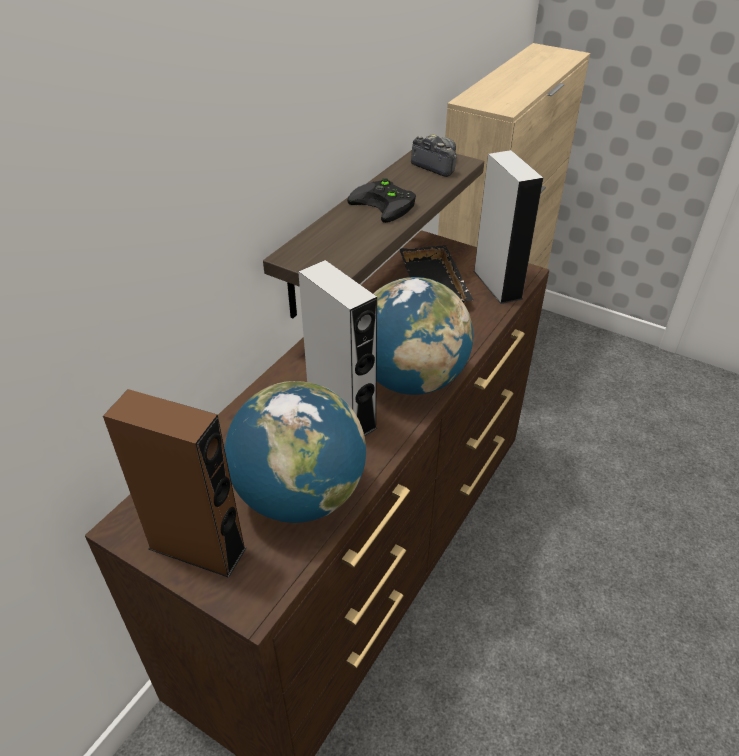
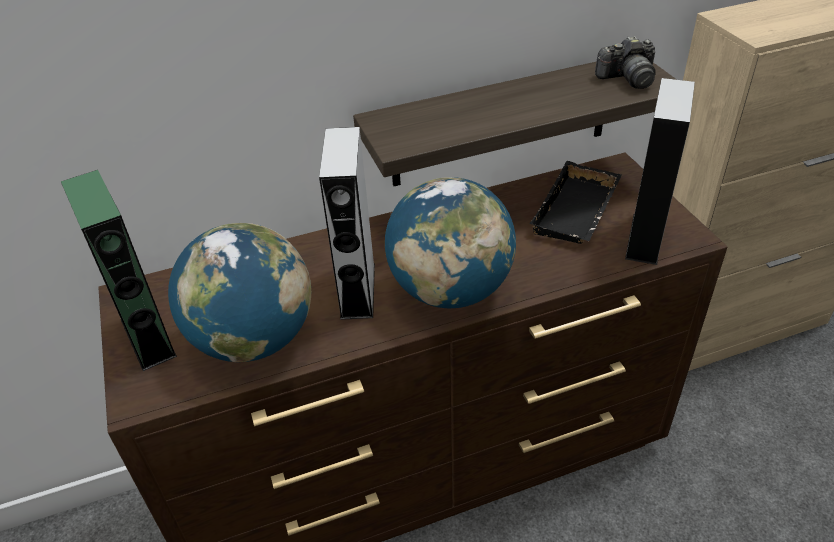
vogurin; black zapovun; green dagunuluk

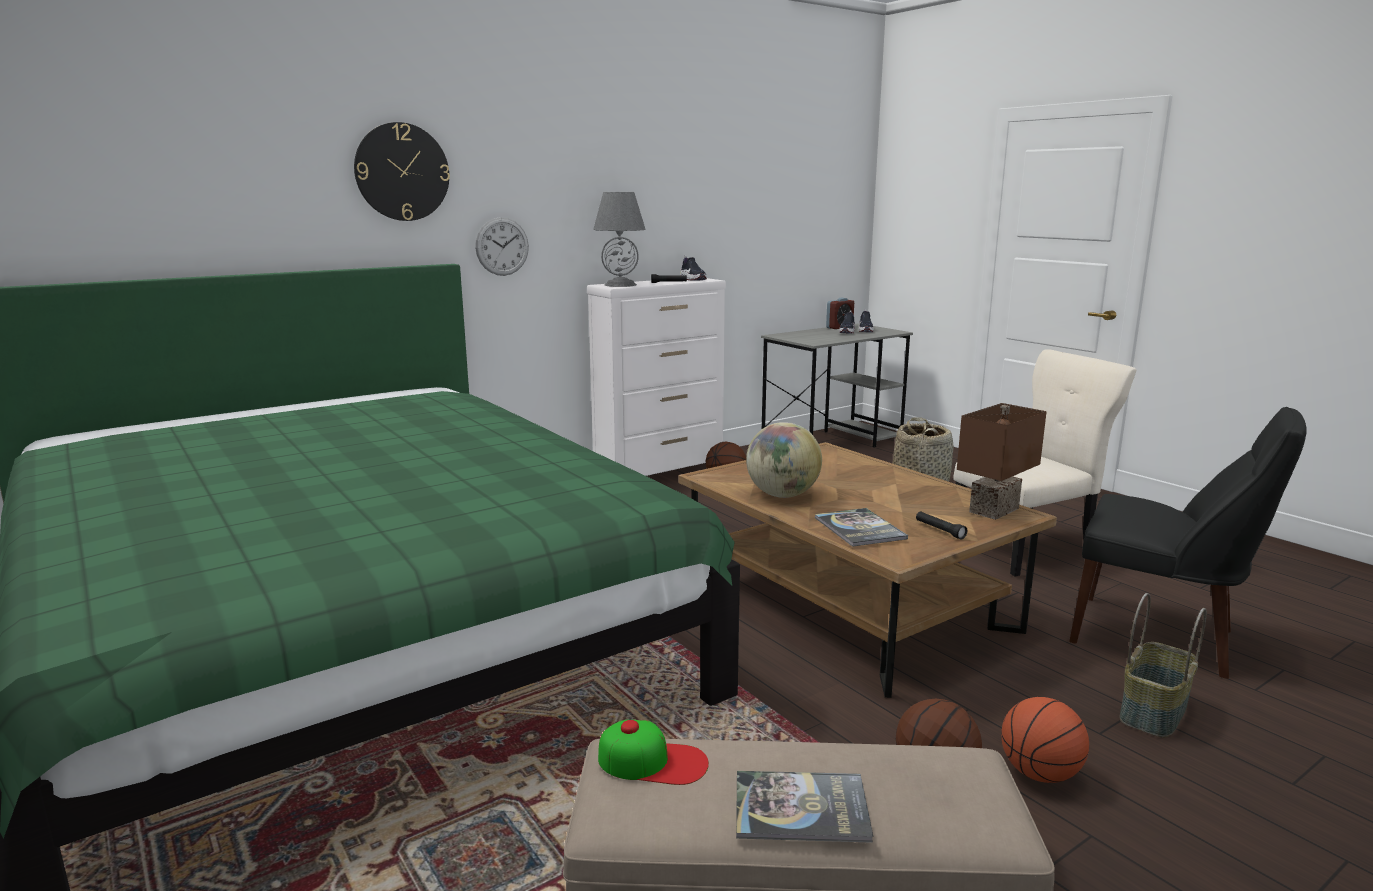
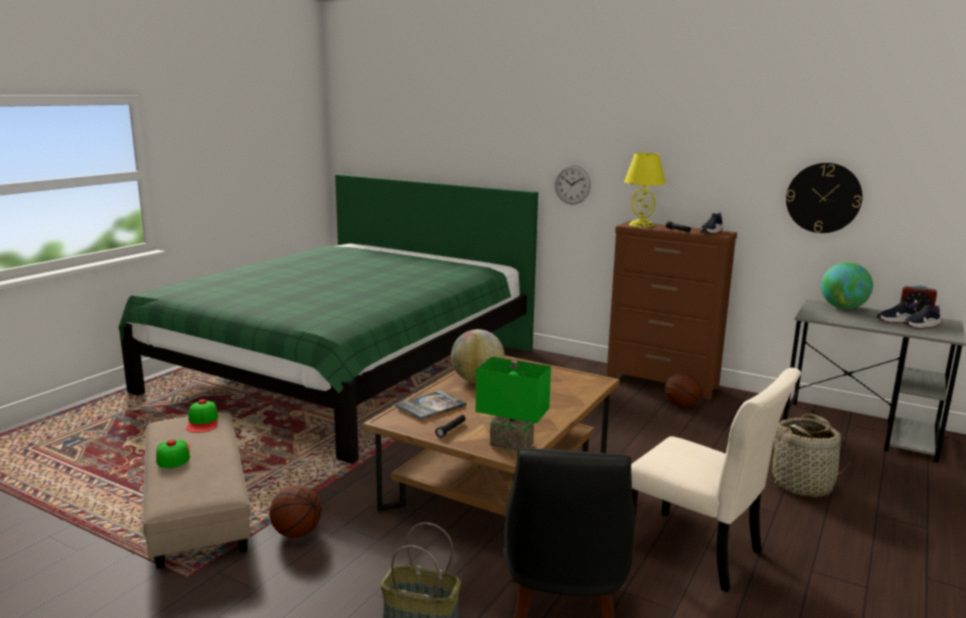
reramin (no. 2 from left); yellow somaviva; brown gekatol; green somaviva; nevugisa (no. 3 from left in the first image); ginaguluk (no. 1 from left); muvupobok (no. 2 from left)

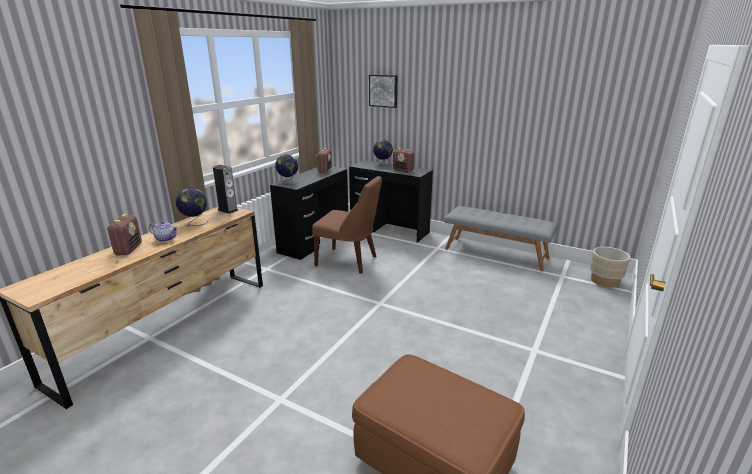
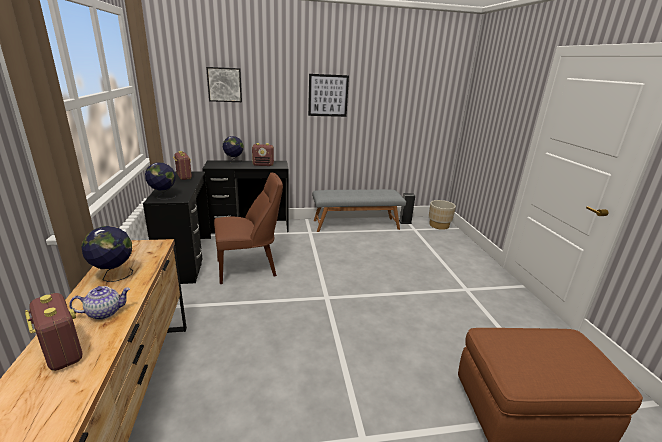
dagunuluk; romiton (no. 2 from left)

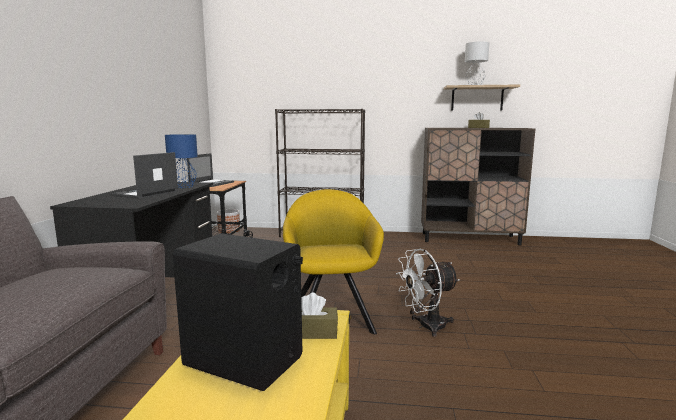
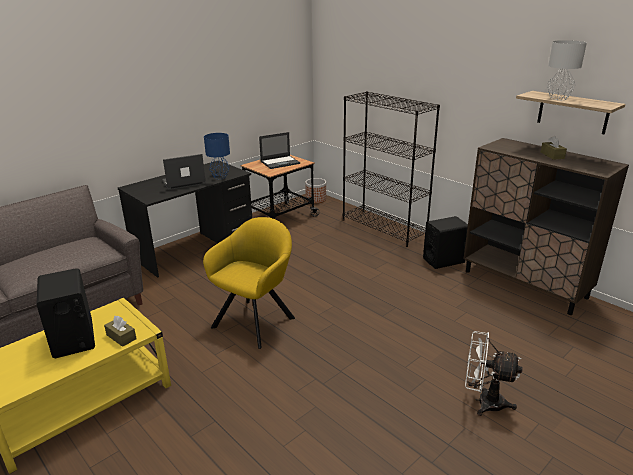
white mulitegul; black dagunuluk (no. 2 from left)

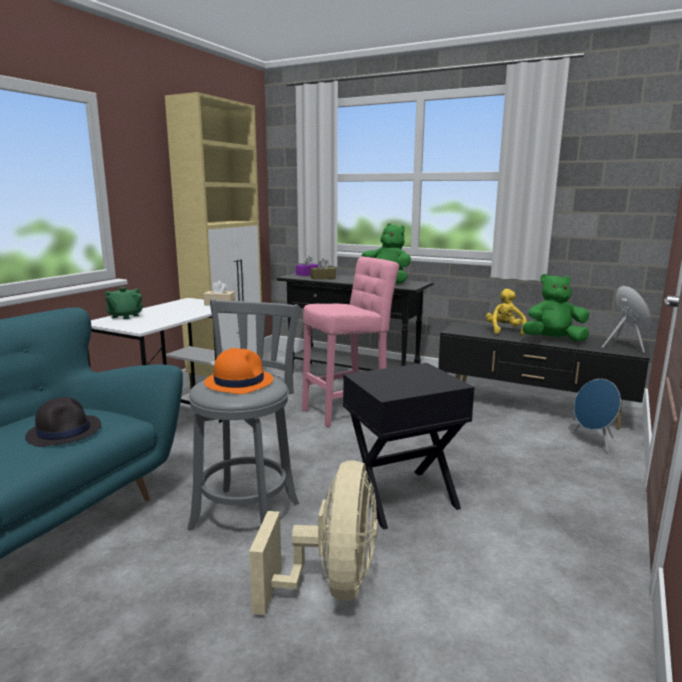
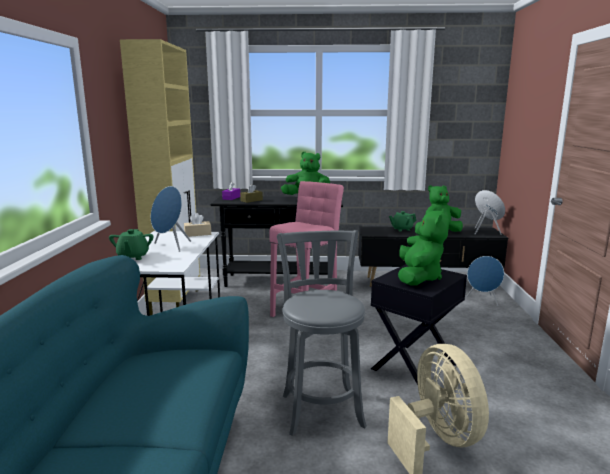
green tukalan (no. 2 from left); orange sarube; black sarube; blue dagunuluk (no. 1 from left); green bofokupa (no. 2 from left)

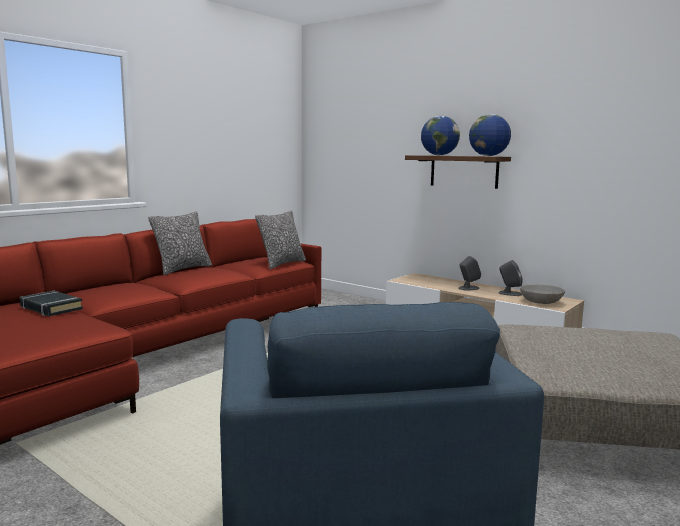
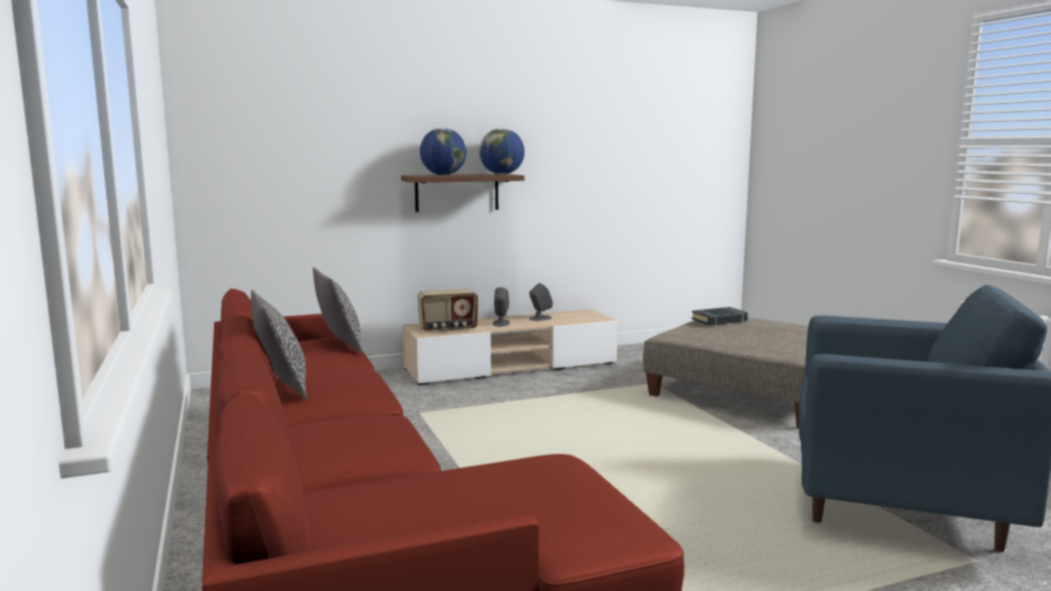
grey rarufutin; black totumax; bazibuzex

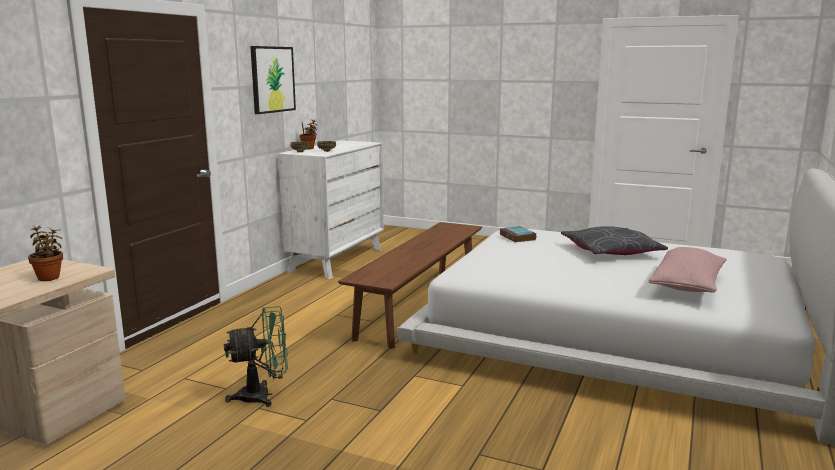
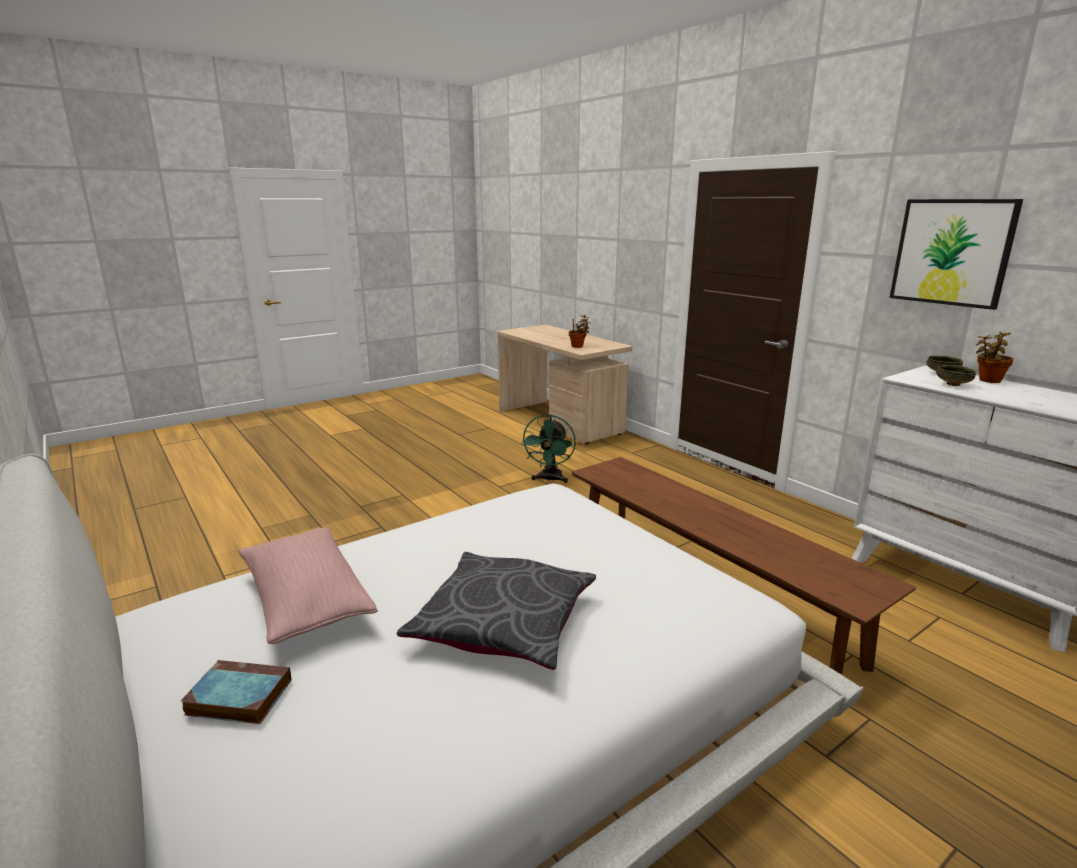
totumax

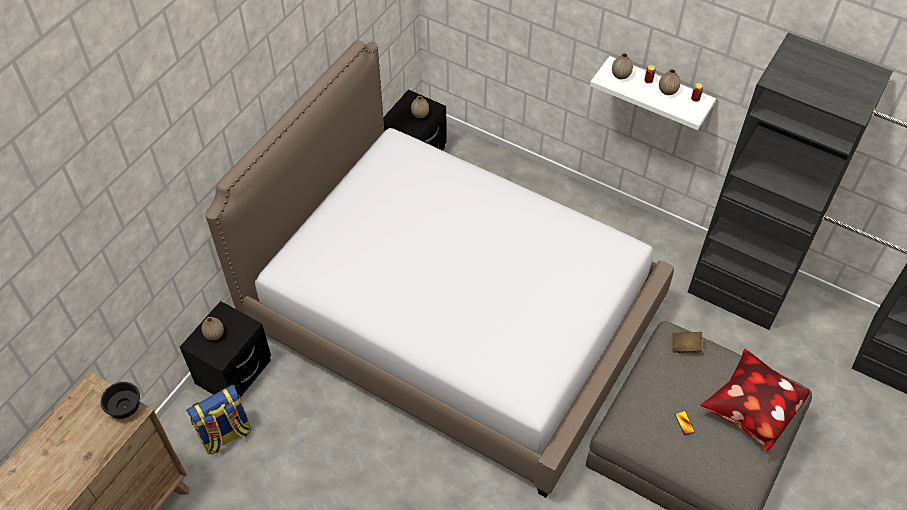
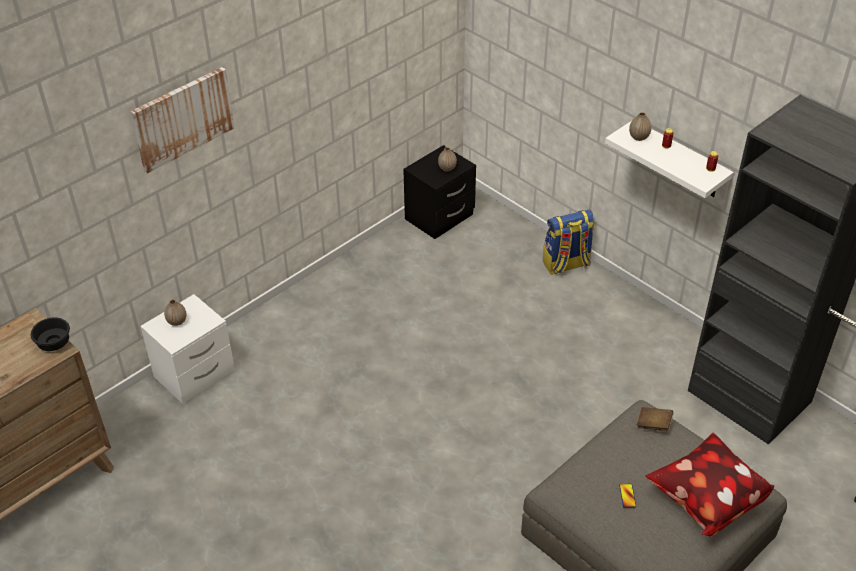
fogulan; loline (no. 4 from left in the first image); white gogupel; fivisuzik; romiton

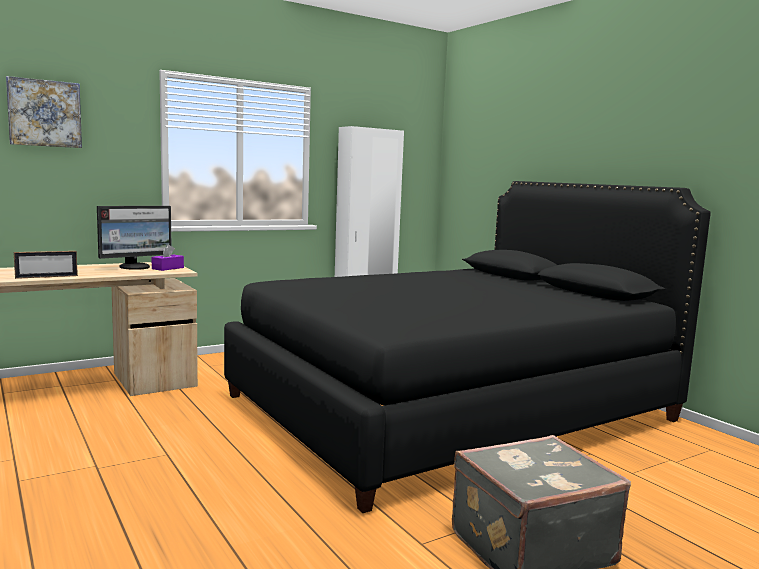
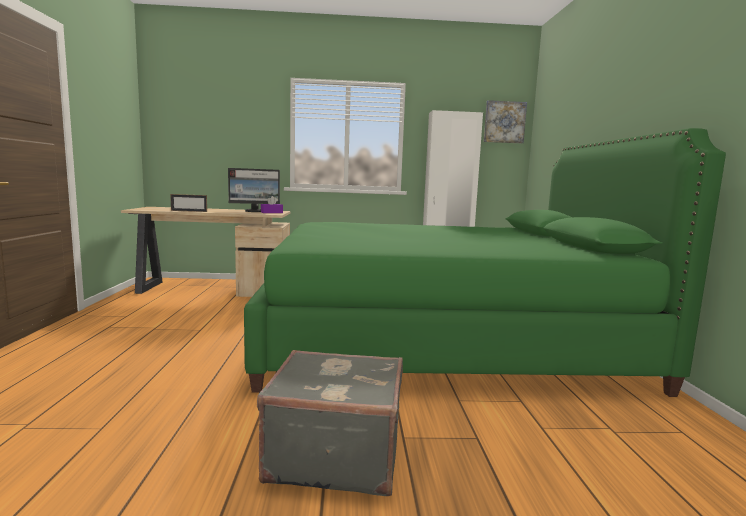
romiton; green fogulan

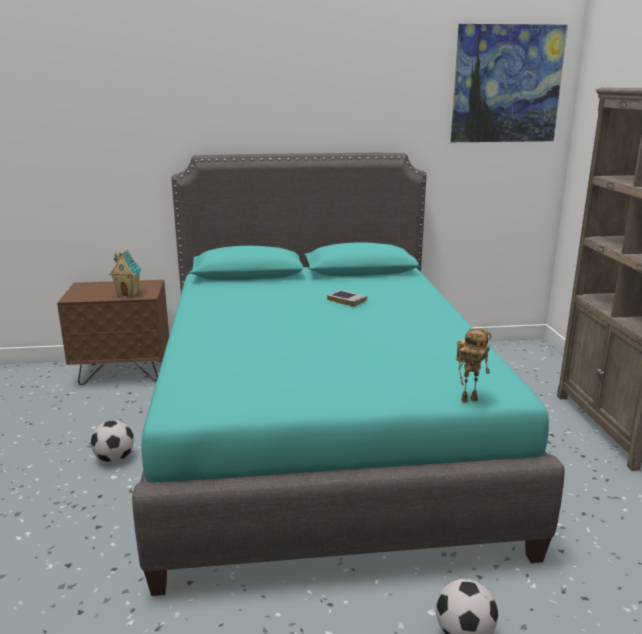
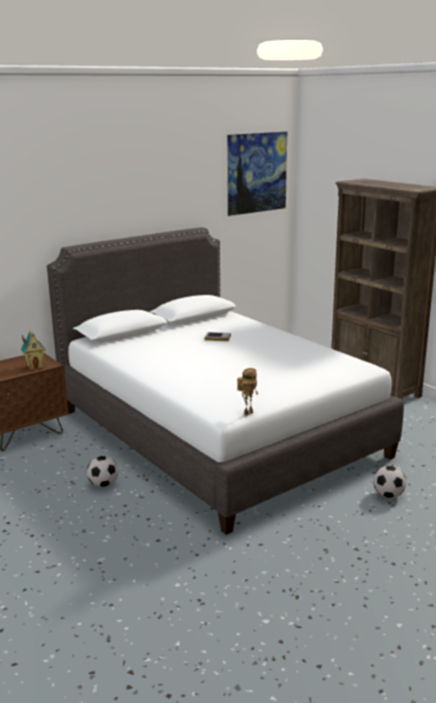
white fogulan; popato

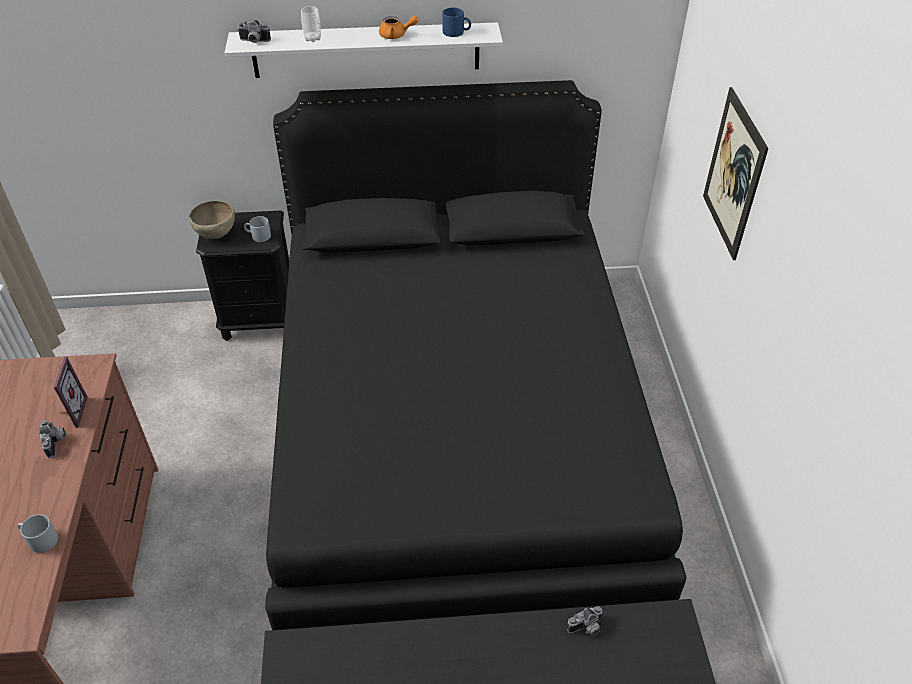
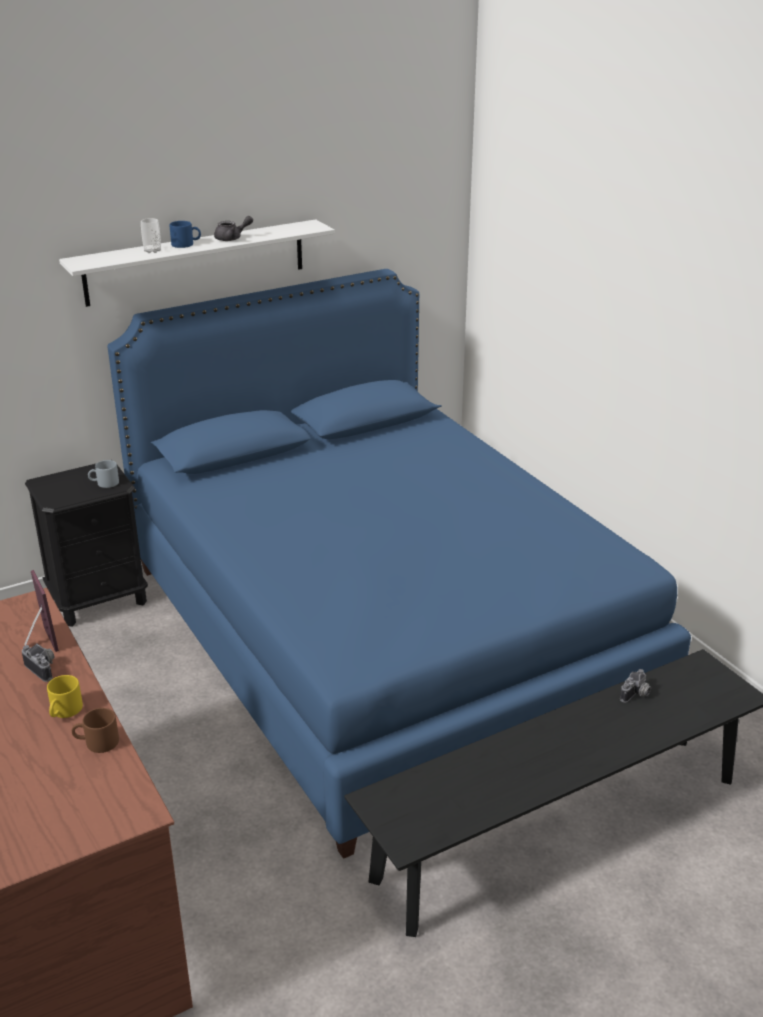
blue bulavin; grey tukalan; vogurin (no. 2 from left in the first image); blue fogulan; romiton; brown rarufutin; brown bulavin; yellow bulavin

